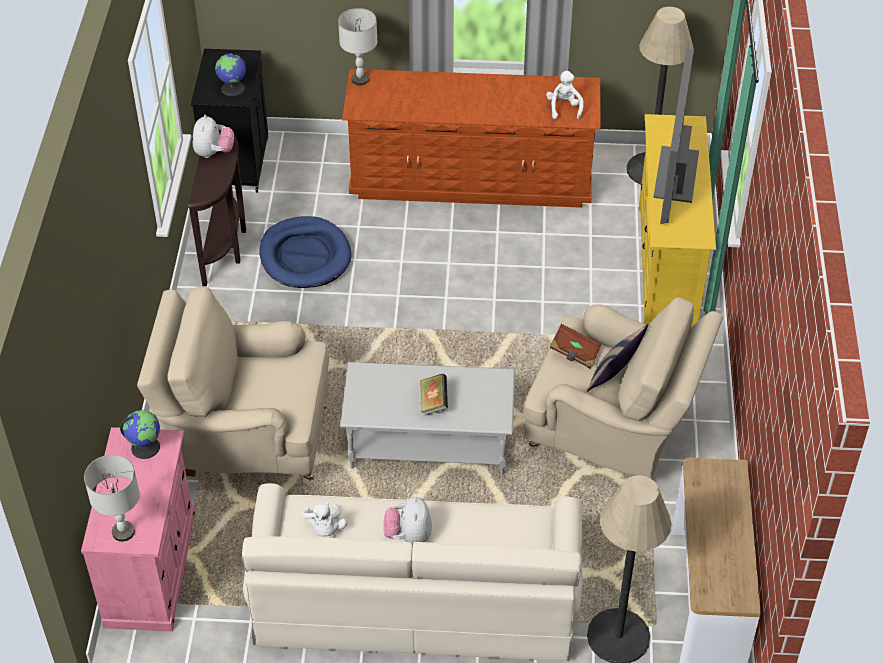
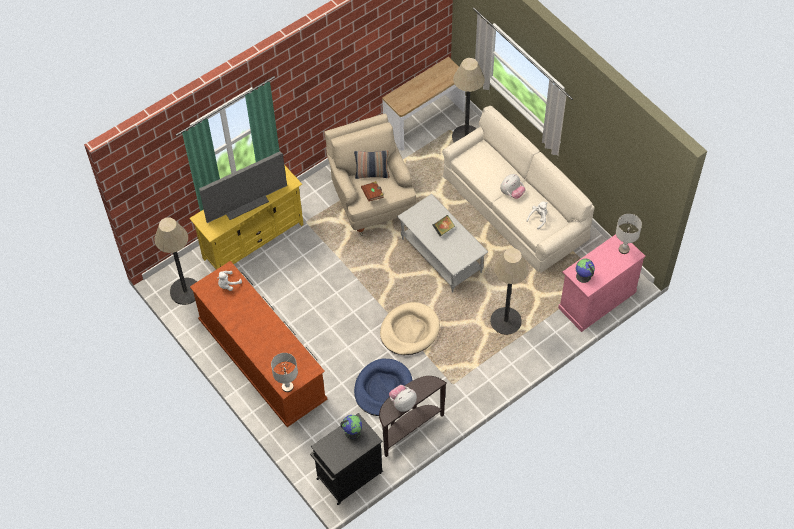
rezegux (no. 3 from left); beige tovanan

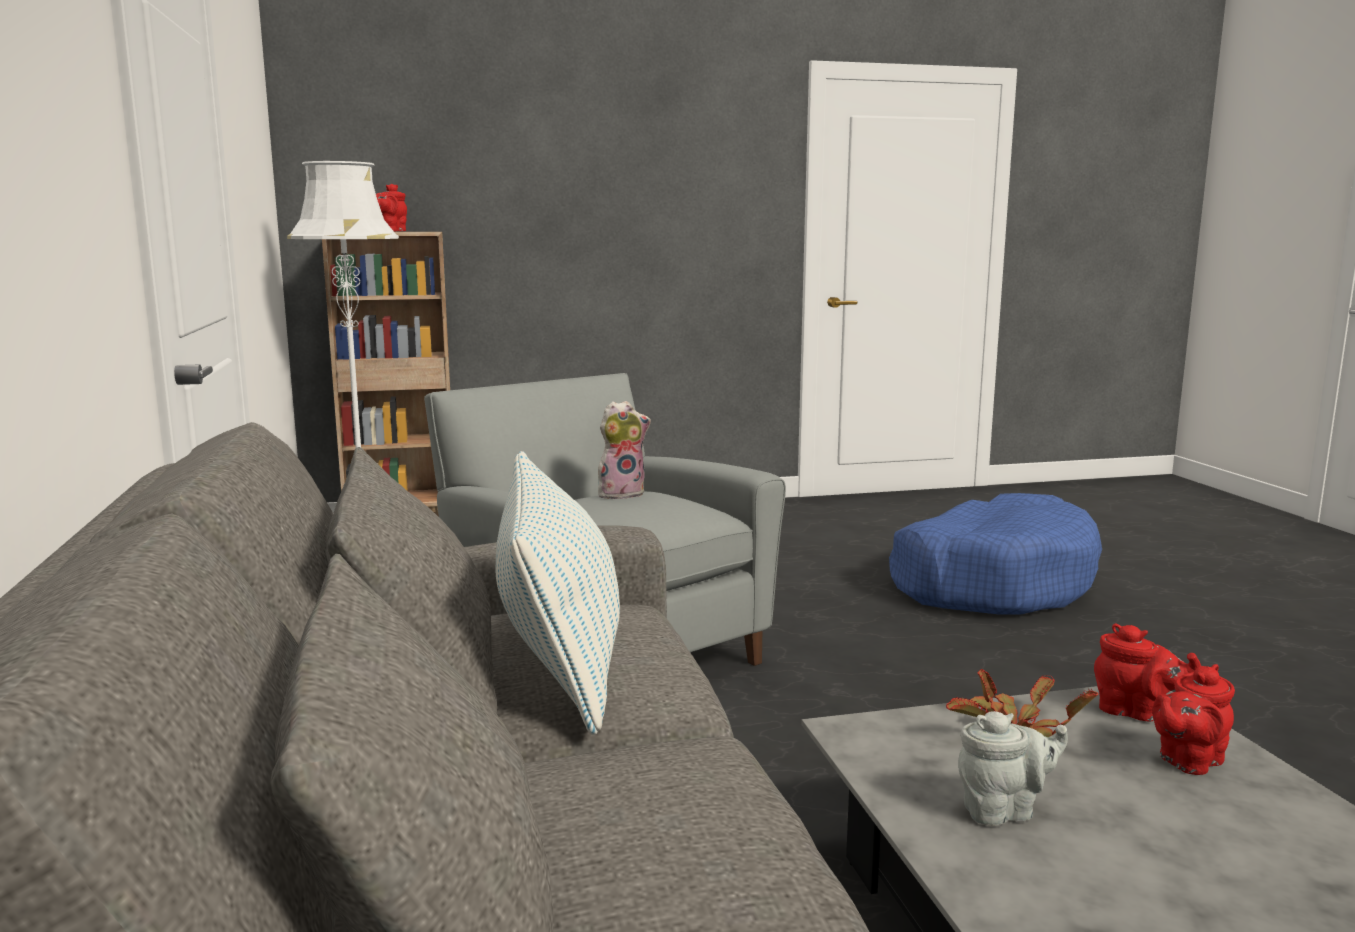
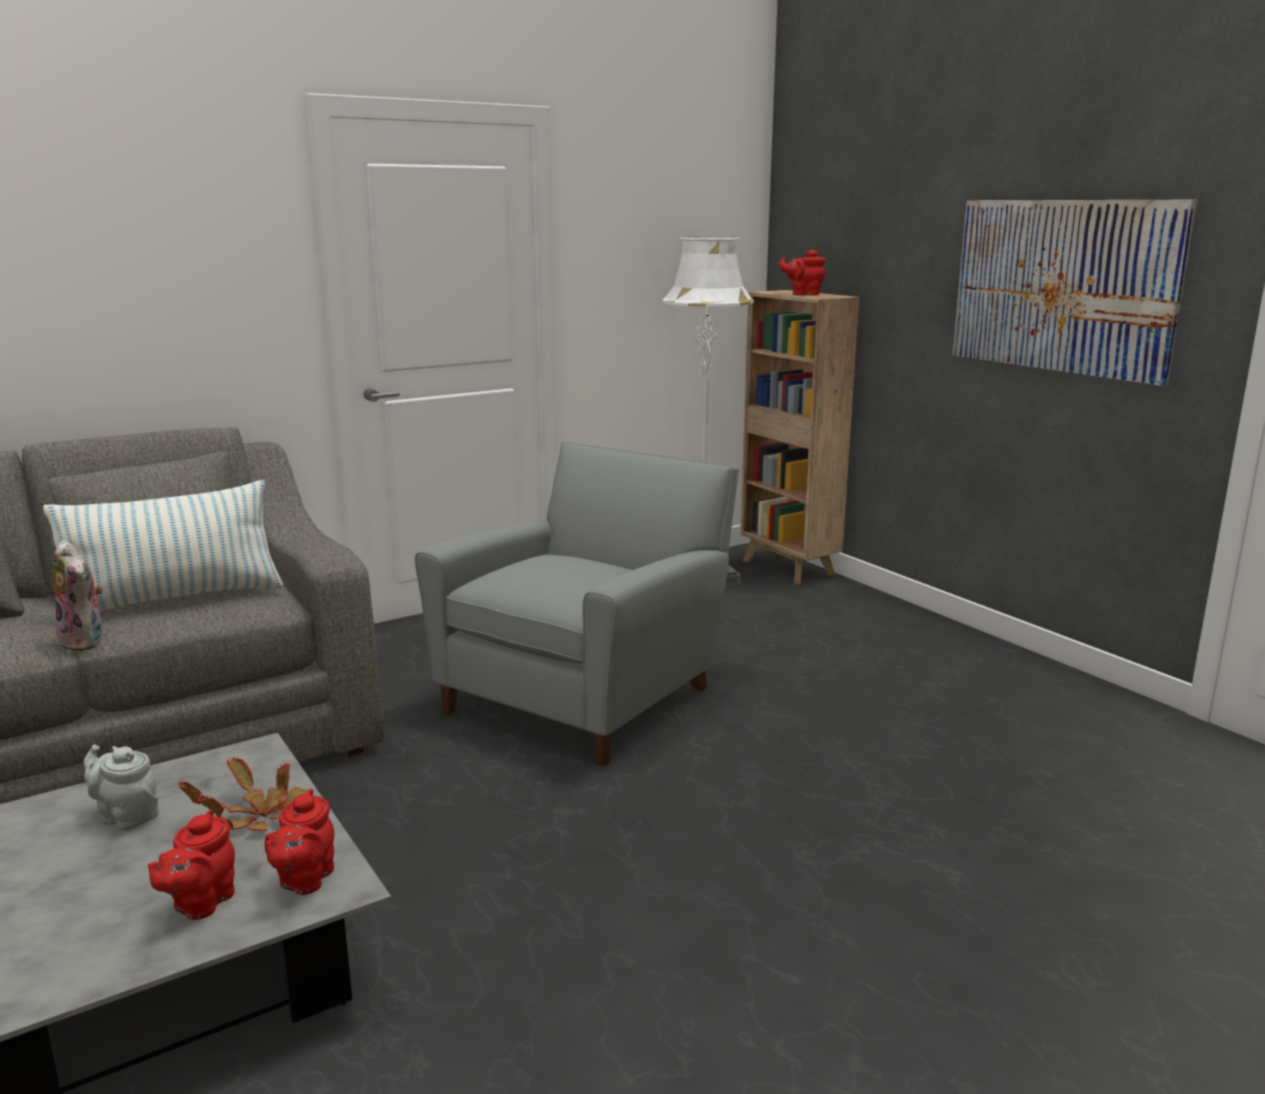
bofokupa; blue tovanan; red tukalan (no. 1 from left); grey tukalan; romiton

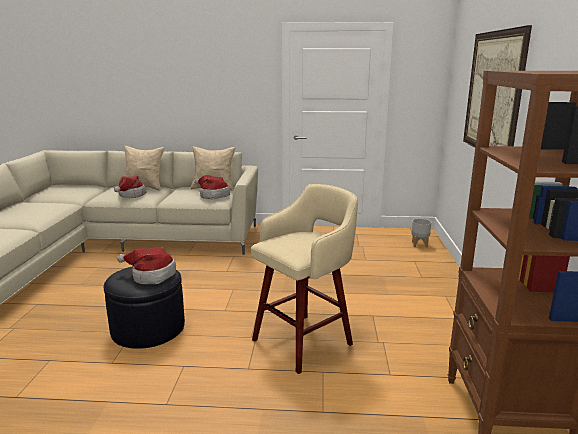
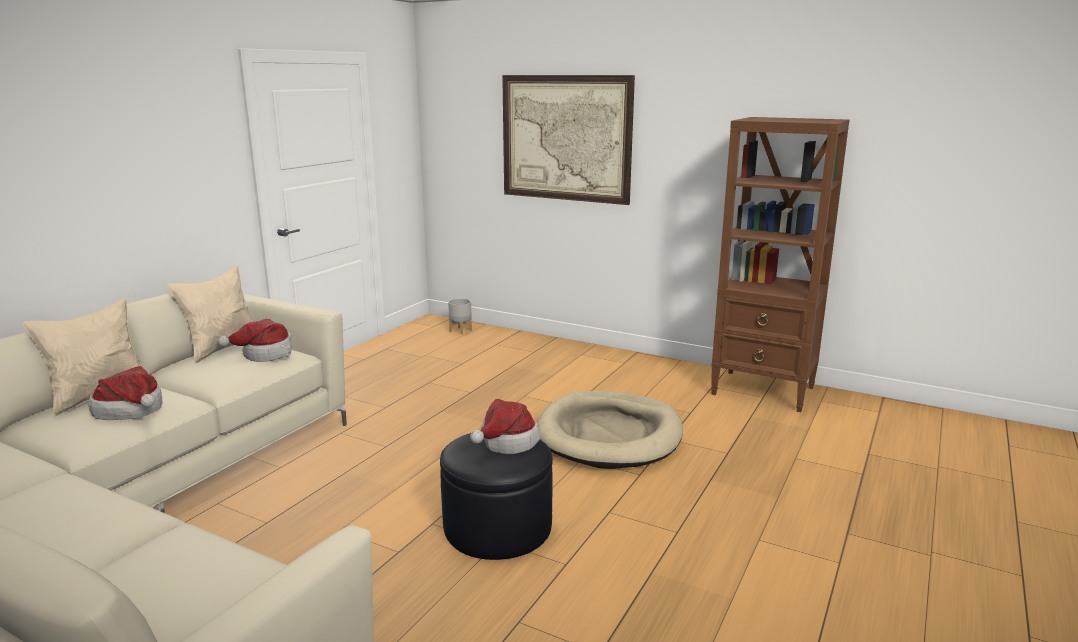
beige tovanan

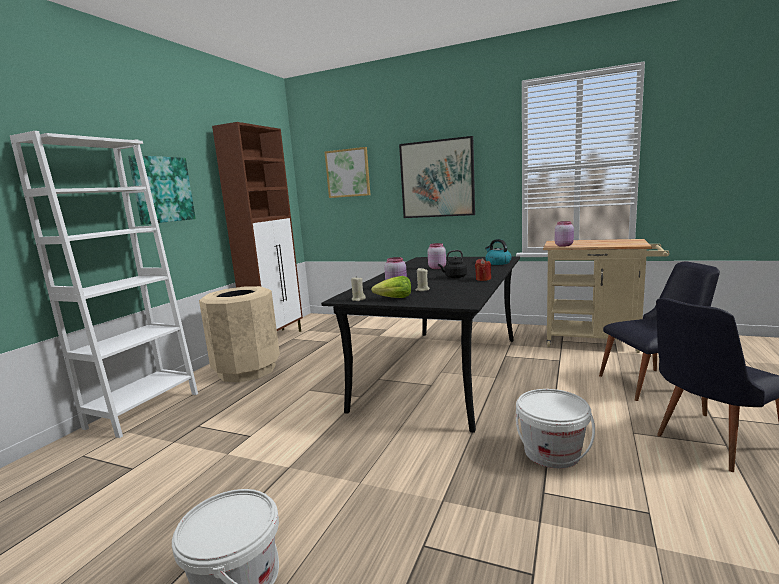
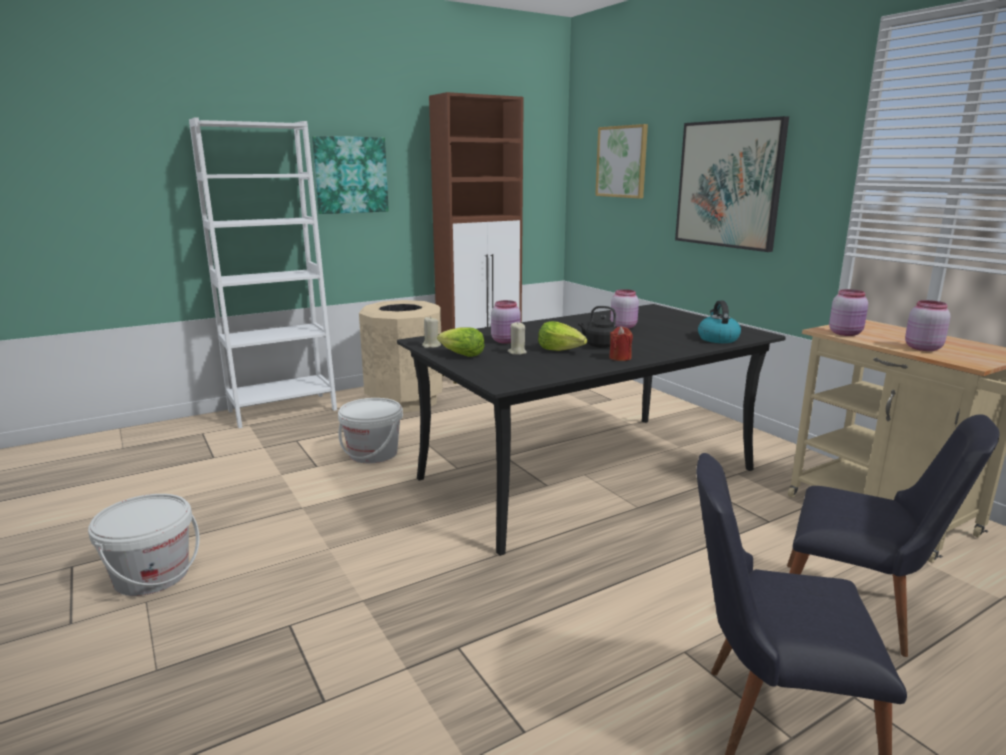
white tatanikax (no. 2 from left); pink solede (no. 4 from left); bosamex (no. 2 from left)

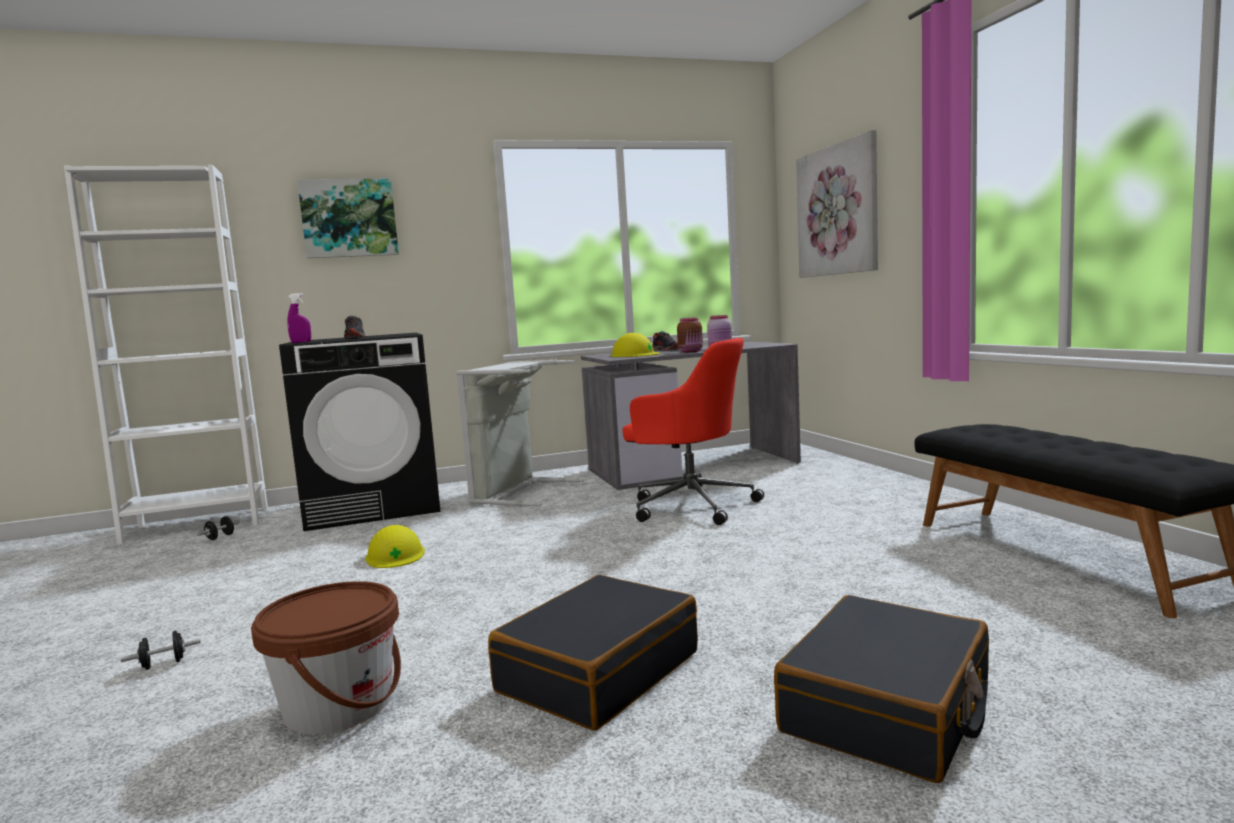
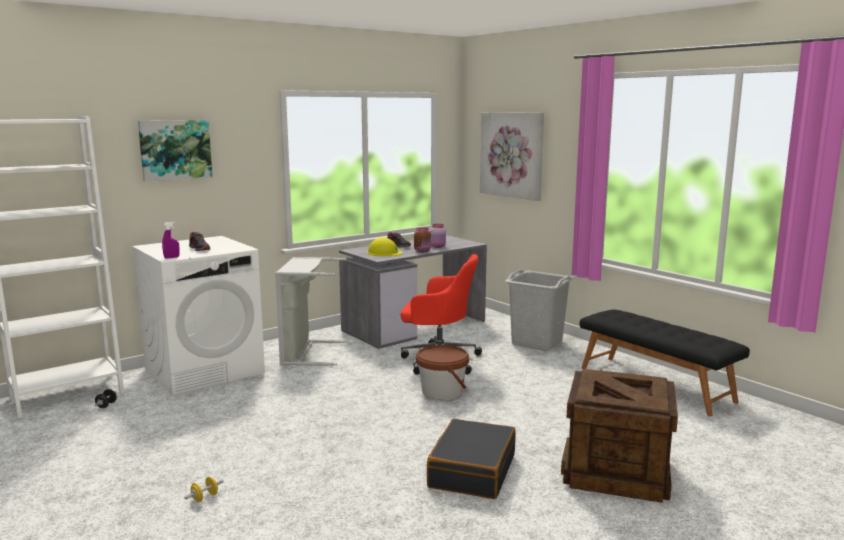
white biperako; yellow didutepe (no. 1 from left in the first image); brown tatanikax; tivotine; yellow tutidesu; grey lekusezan (no. 2 from left)

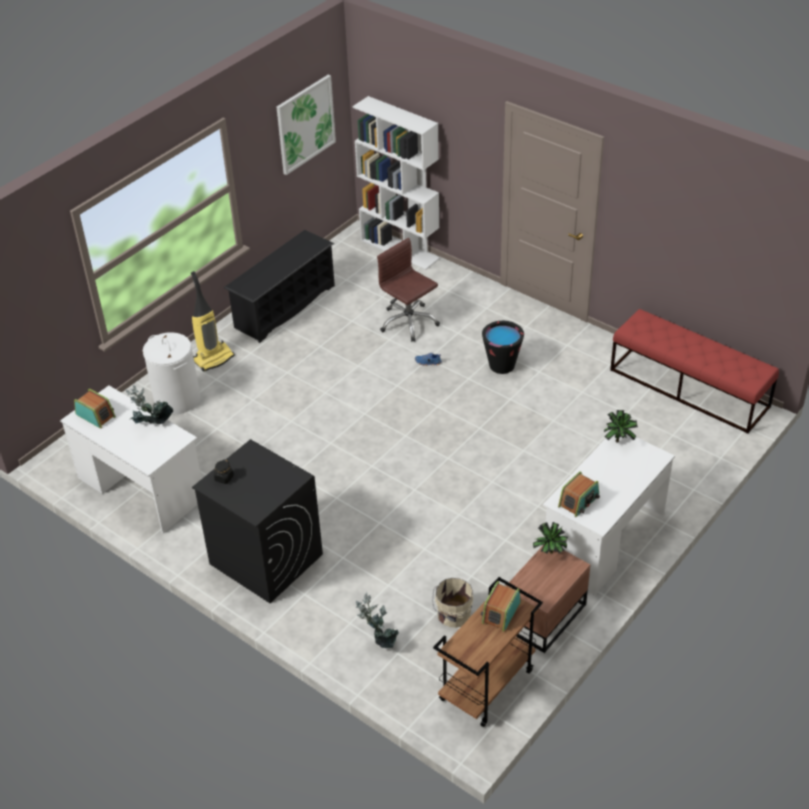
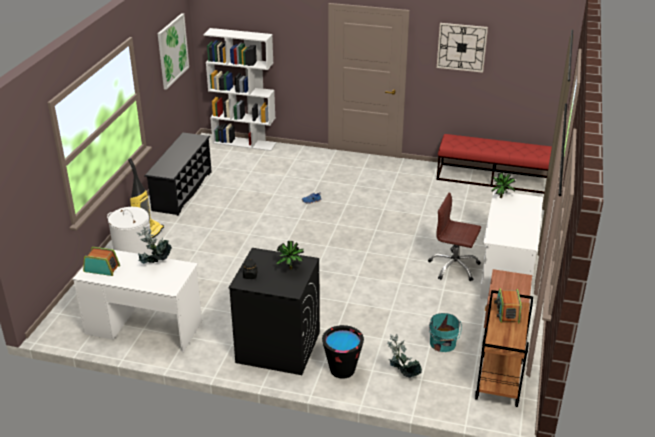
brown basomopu; black tatanikax; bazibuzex (no. 3 from left in the first image); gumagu (no. 2 from left); turquoise tatanikax; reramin

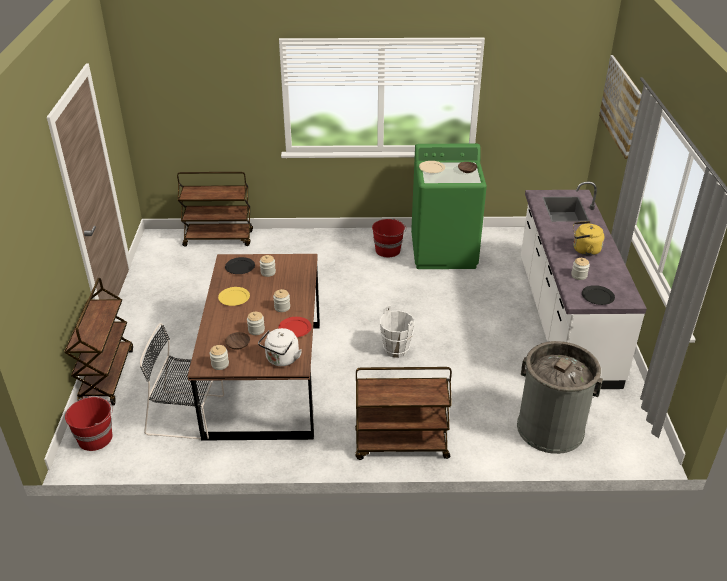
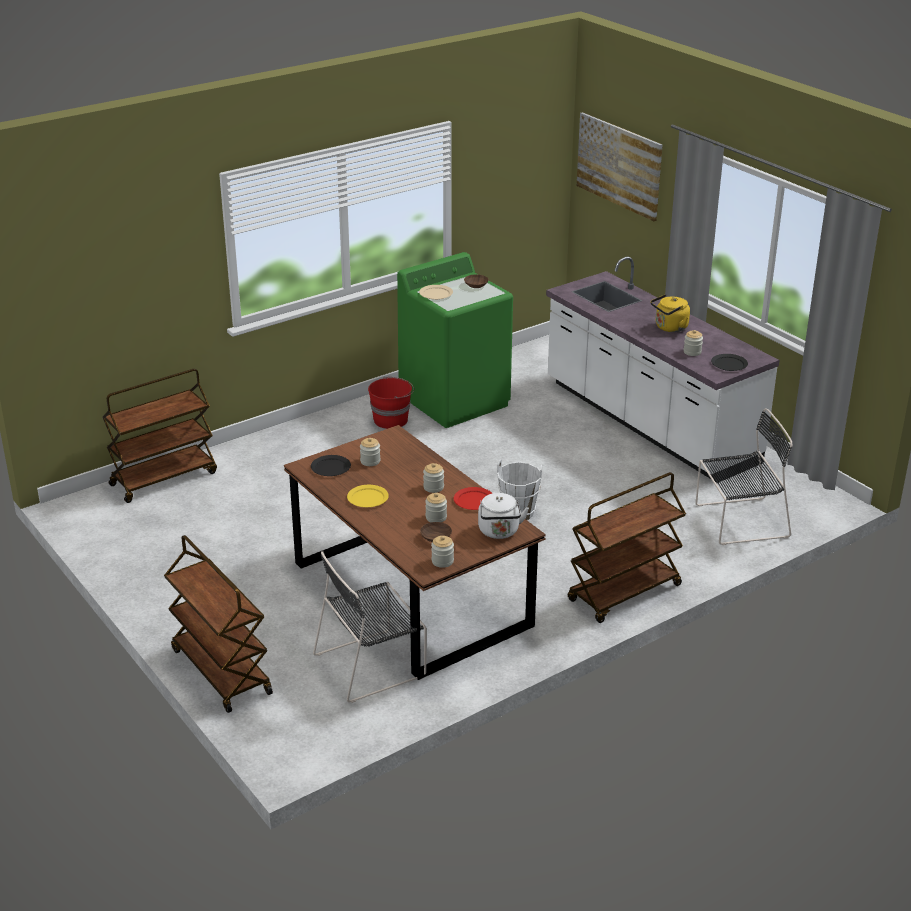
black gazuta (no. 2 from left); red tatanikax (no. 1 from left in the first image)

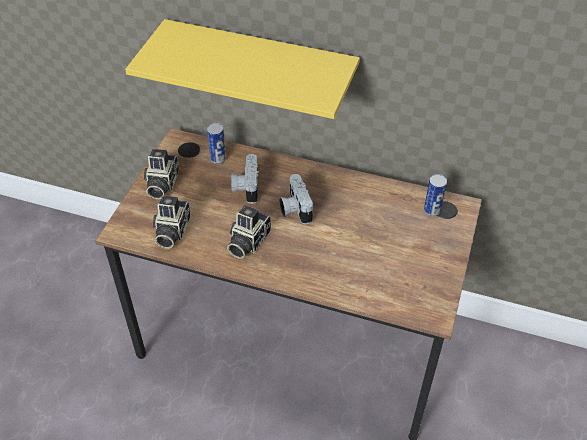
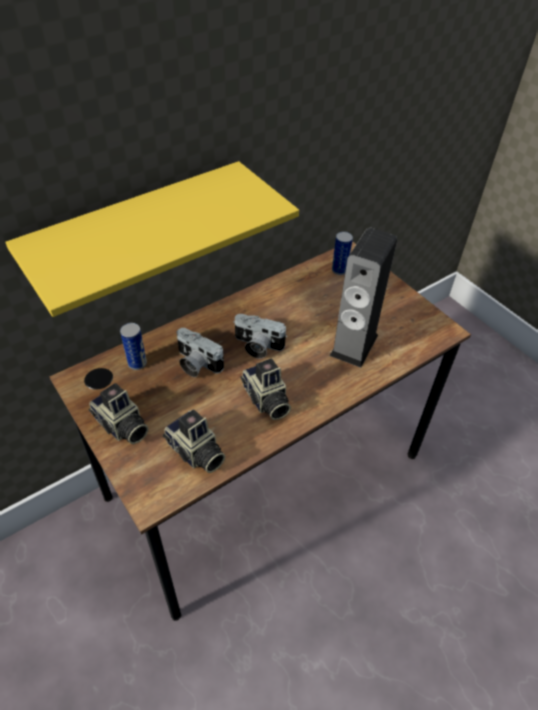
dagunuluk

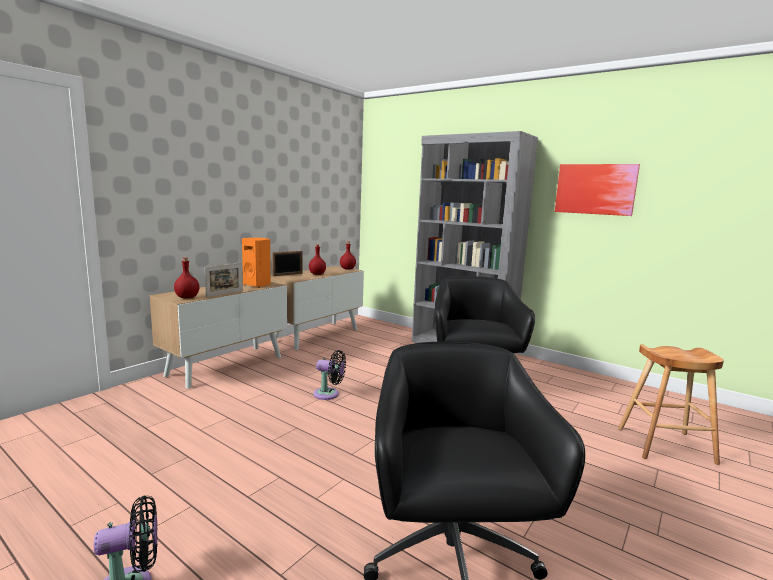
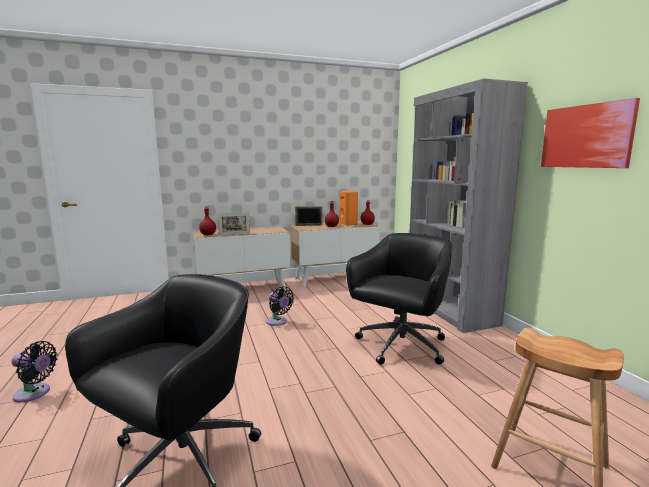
orange dagunuluk

